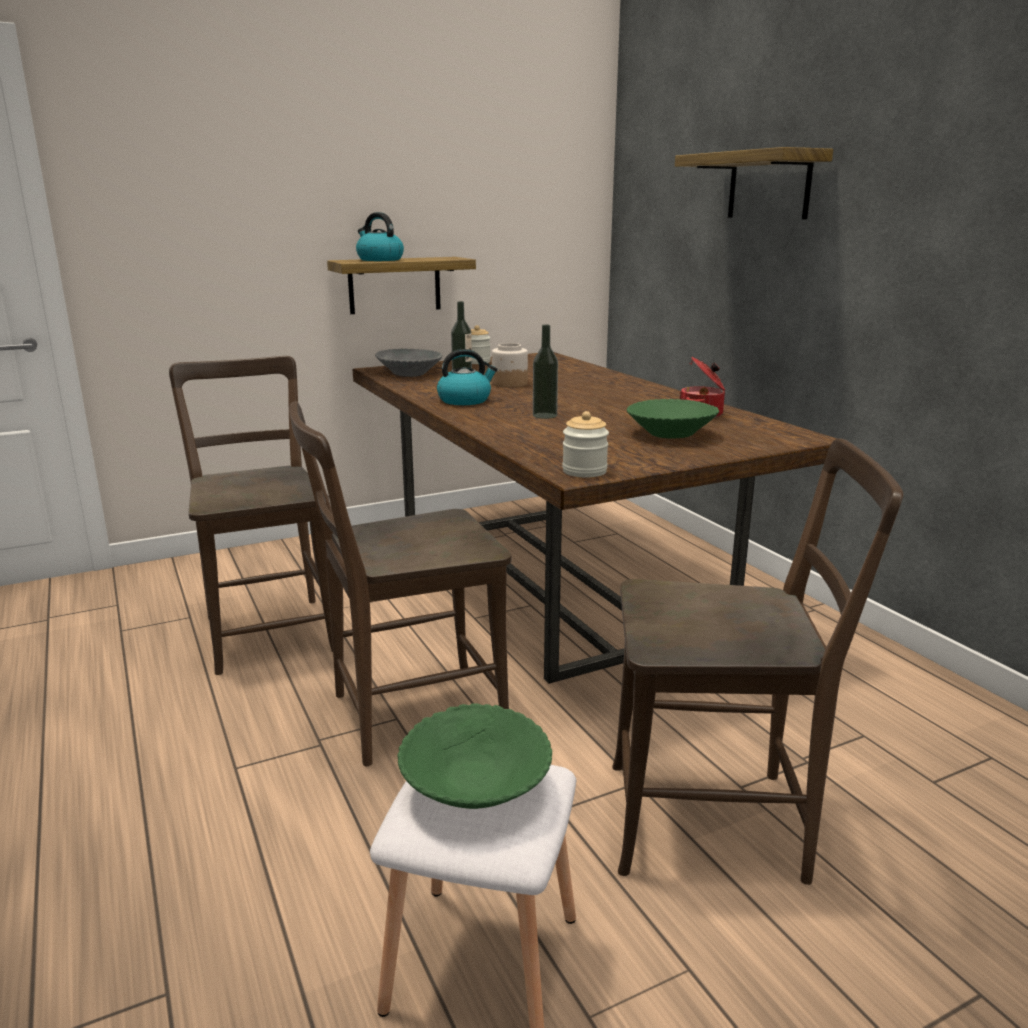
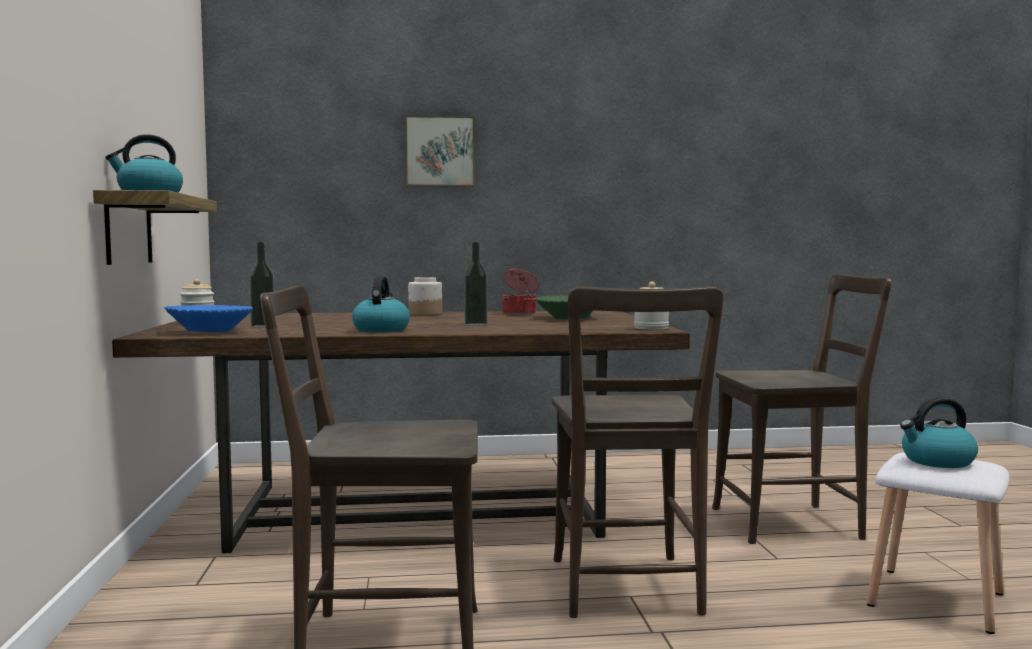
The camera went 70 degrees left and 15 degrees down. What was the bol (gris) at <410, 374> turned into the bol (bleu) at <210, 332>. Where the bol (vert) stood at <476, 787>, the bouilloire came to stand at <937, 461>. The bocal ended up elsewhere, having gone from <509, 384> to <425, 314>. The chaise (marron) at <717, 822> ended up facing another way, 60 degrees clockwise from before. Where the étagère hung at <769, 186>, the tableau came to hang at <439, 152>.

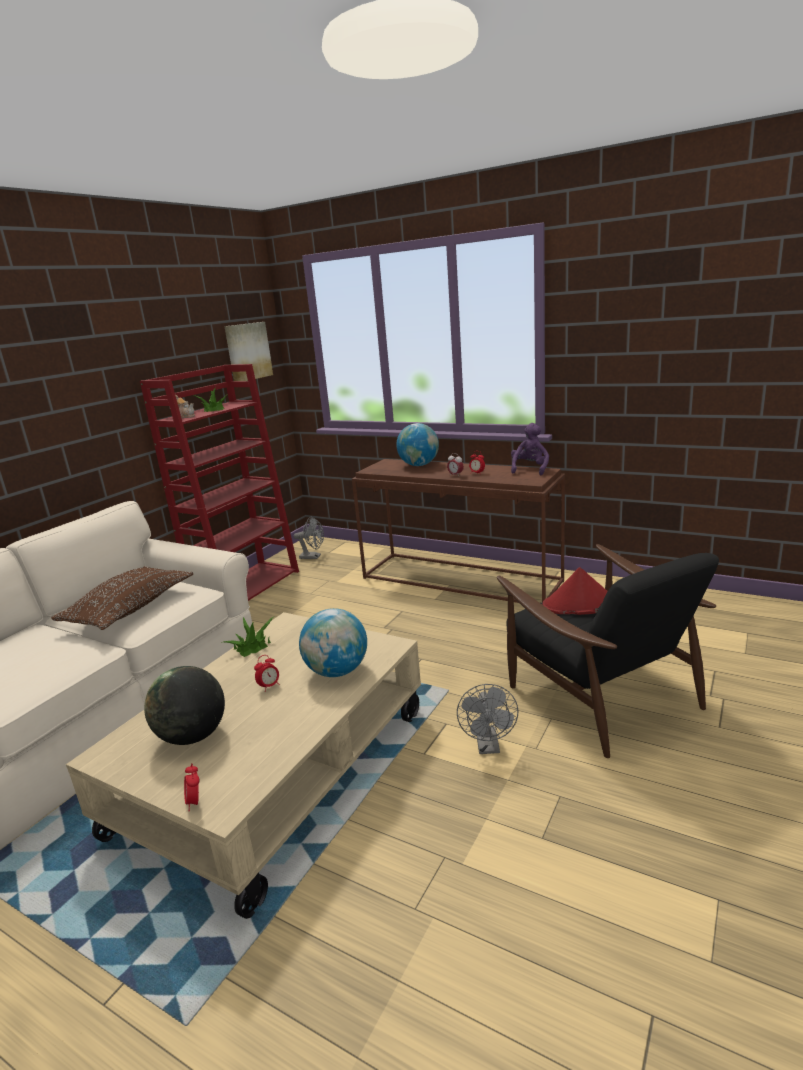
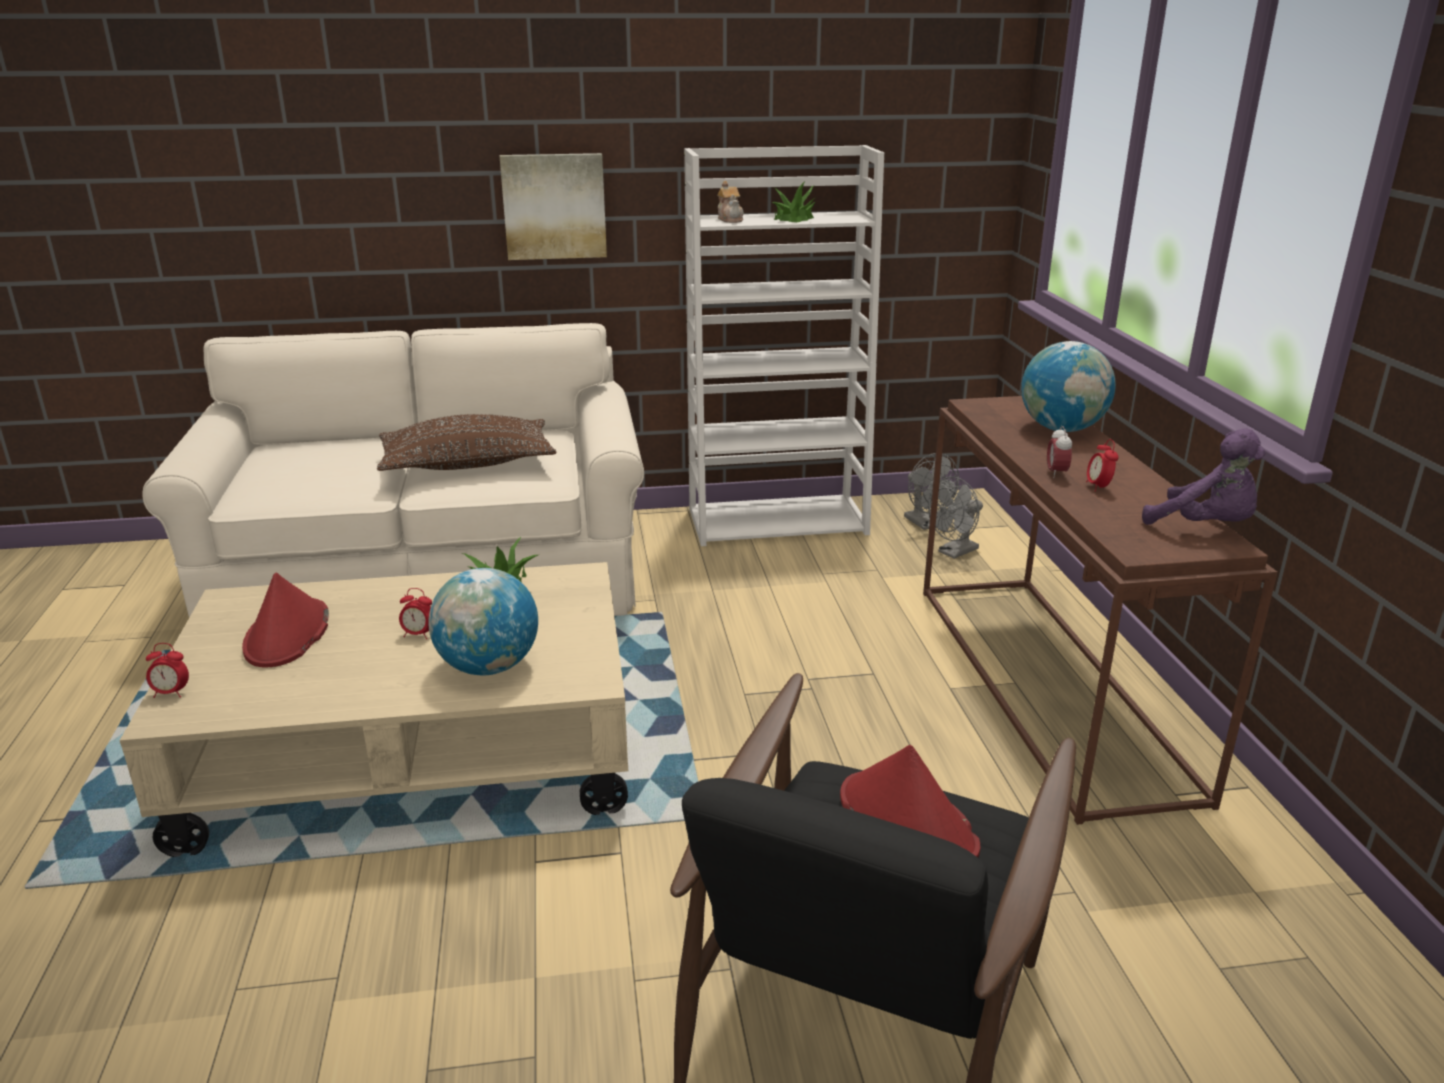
The camera went 50 degrees right and 5 degrees up. What was the bibliothèque (rouge) at <247, 587> turned into the bibliothèque (blanc) at <778, 520>. Where the globe stood at <193, 736>, the chapeau (rouge) came to stand at <287, 634>. The réveil at <195, 802> ended up facing another way, 120 degrees counterclockwise from before. The tableau ended up elsewhere, having gone from <248, 351> to <554, 206>. The ventilateur (gris) ended up elsewhere, having gone from <488, 747> to <954, 552>. The peluche (violet) at <530, 469> ended up facing another way, 60 degrees clockwise from before.

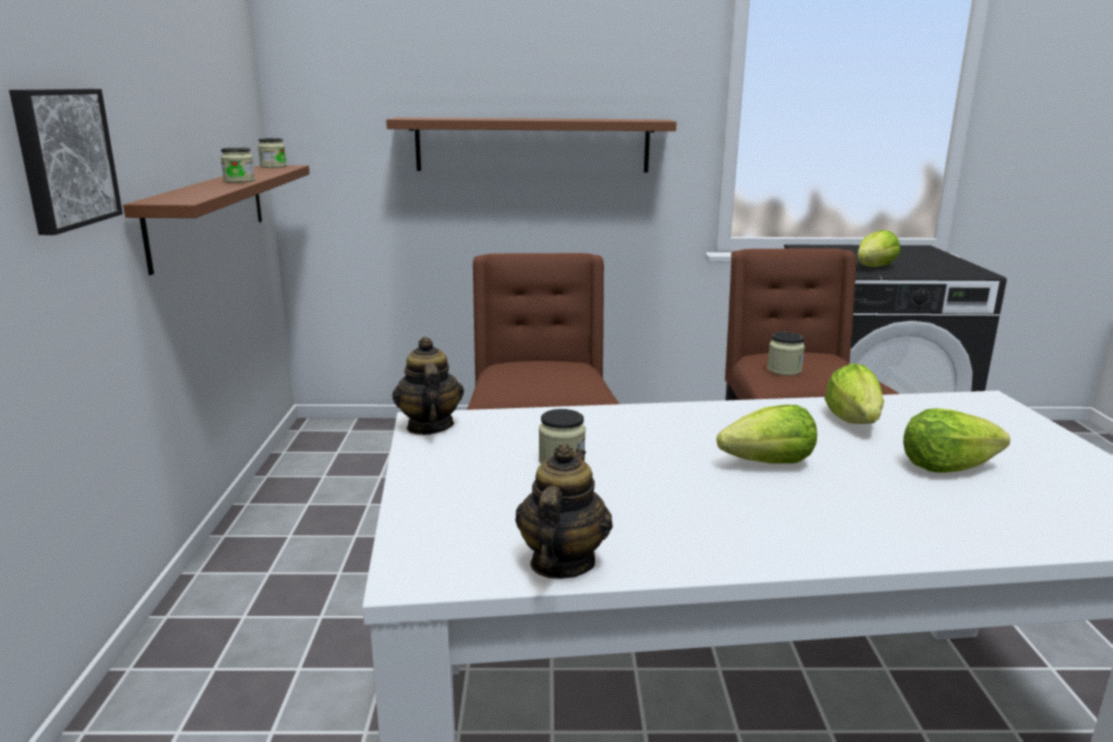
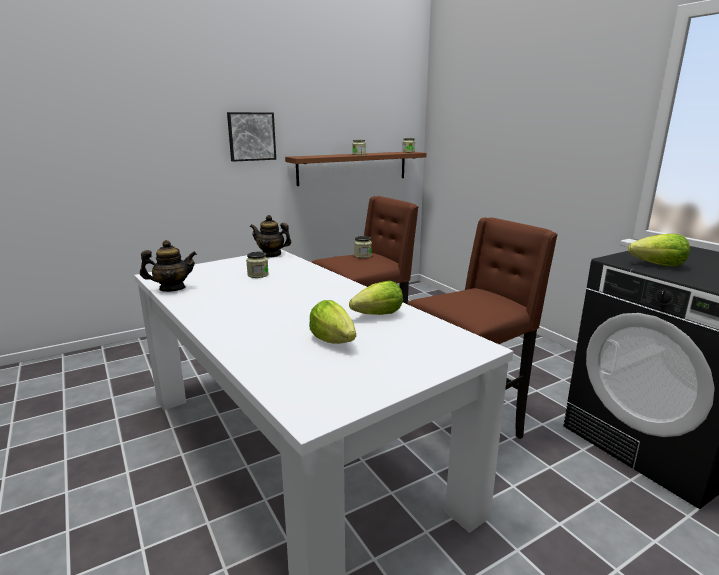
The camera went 60 degrees right and 0 degrees up. The second view lost the étagère (marron) at <532, 145>. The théière at <429, 426> ended up facing another way, 120 degrees counterclockwise from before. The second view lost the laitue at <769, 463>. The bocal ended up elsewhere, having gone from <784, 370> to <362, 256>.

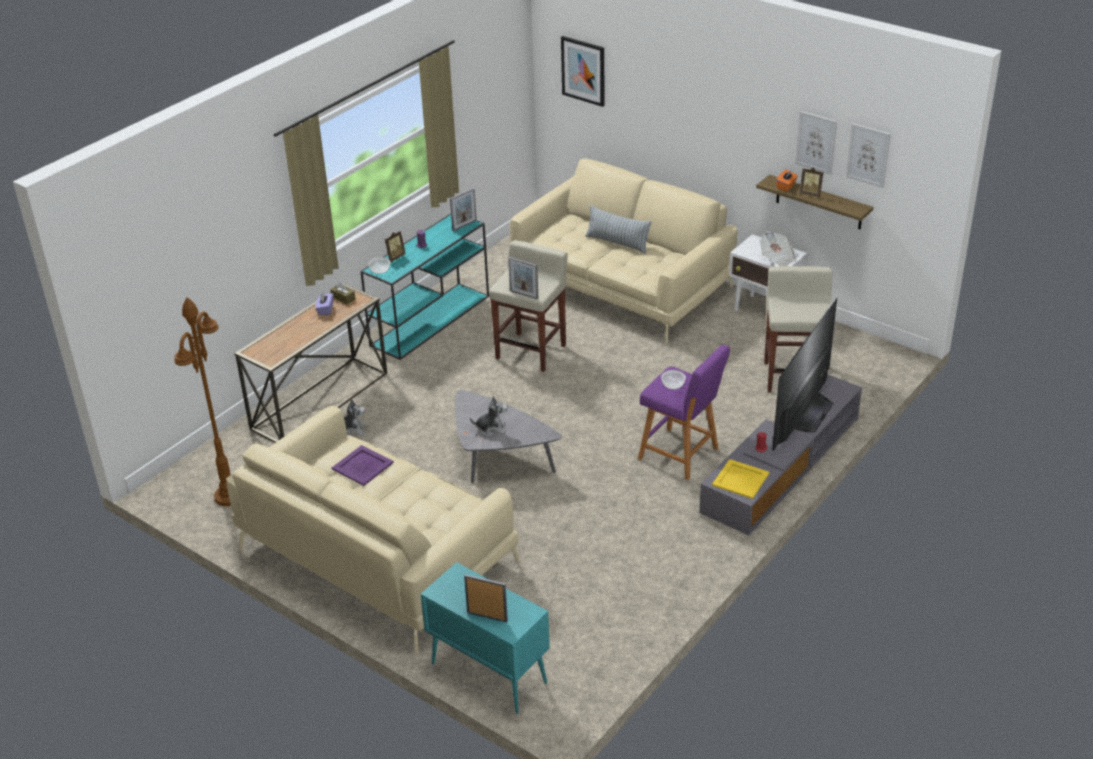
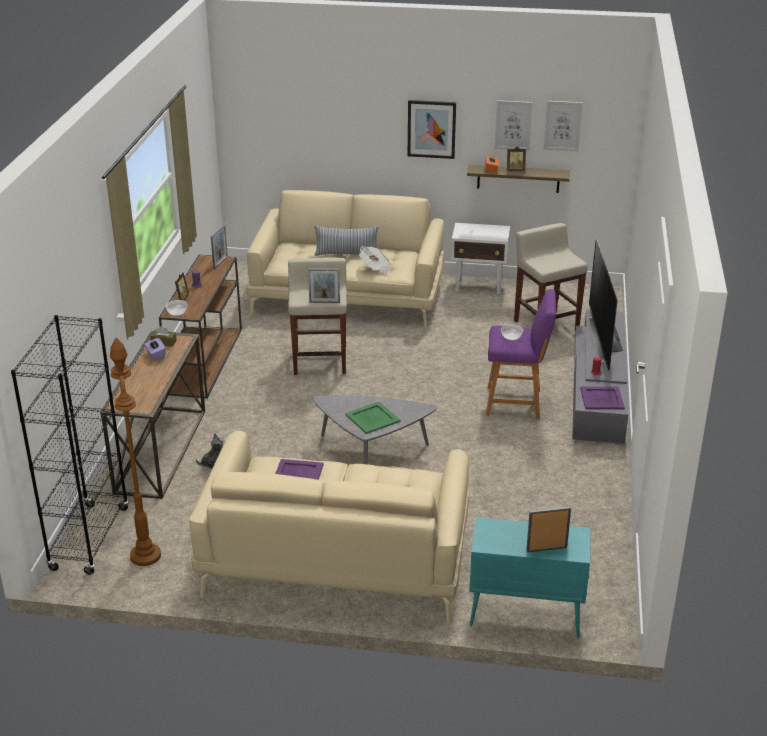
The camera went 30 degrees left and 5 degrees down. What was the table console (turquoise) at <431, 320> turned into the table console (marron) at <206, 360>. Where the peluche stood at <491, 429>, the plateau (vert) came to stand at <372, 418>. The tableau ended up elsewhere, having gone from <583, 70> to <431, 129>. What was the plateau (jaune) at <741, 479> turned into the plateau (violet) at <602, 398>. The journal ended up elsewhere, having gone from <777, 258> to <375, 268>. The second view gained the bibliothèque (noir) at <90, 539>.

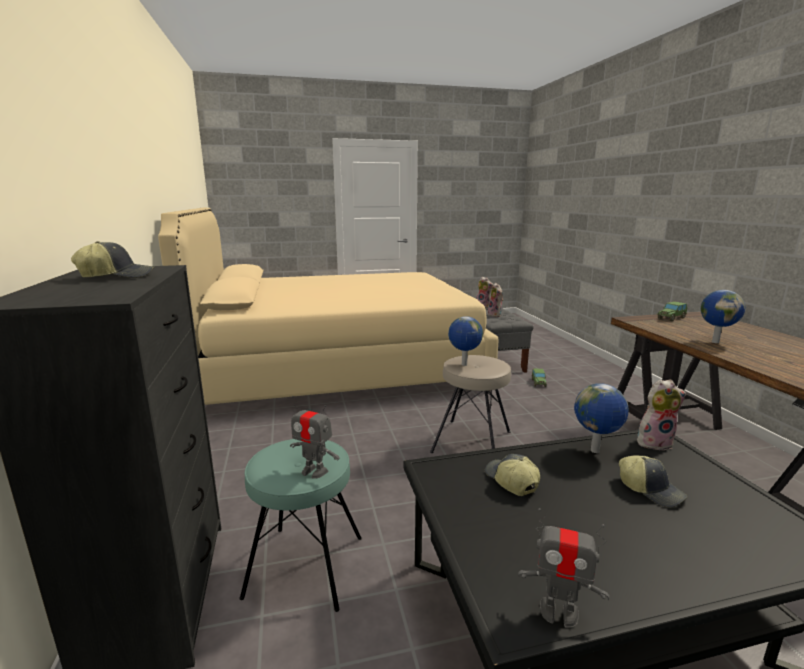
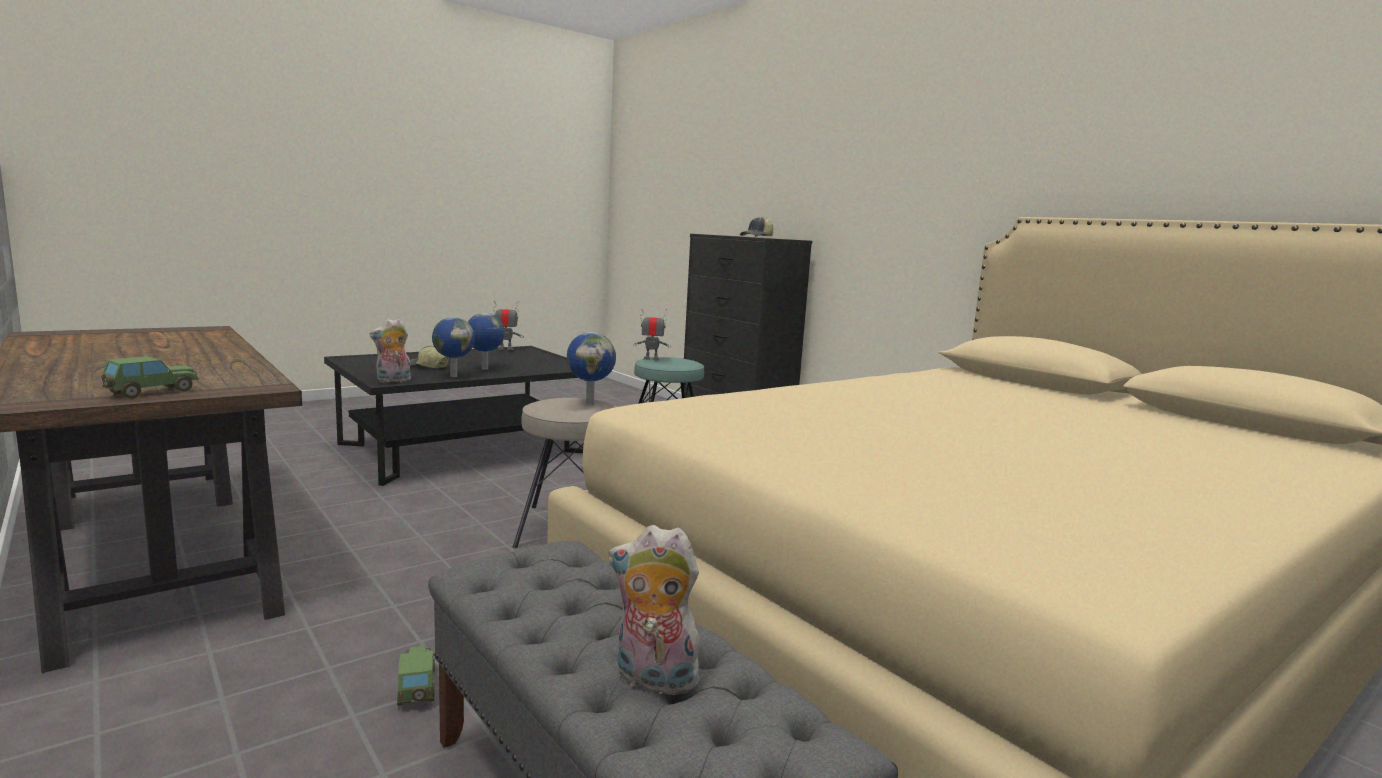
The camera went 155 degrees right and 5 degrees down. The second view lost the casquette at <510, 481>. The second view lost the peluche at <495, 315>. The globe ended up elsewhere, having gone from <715, 342> to <484, 369>.

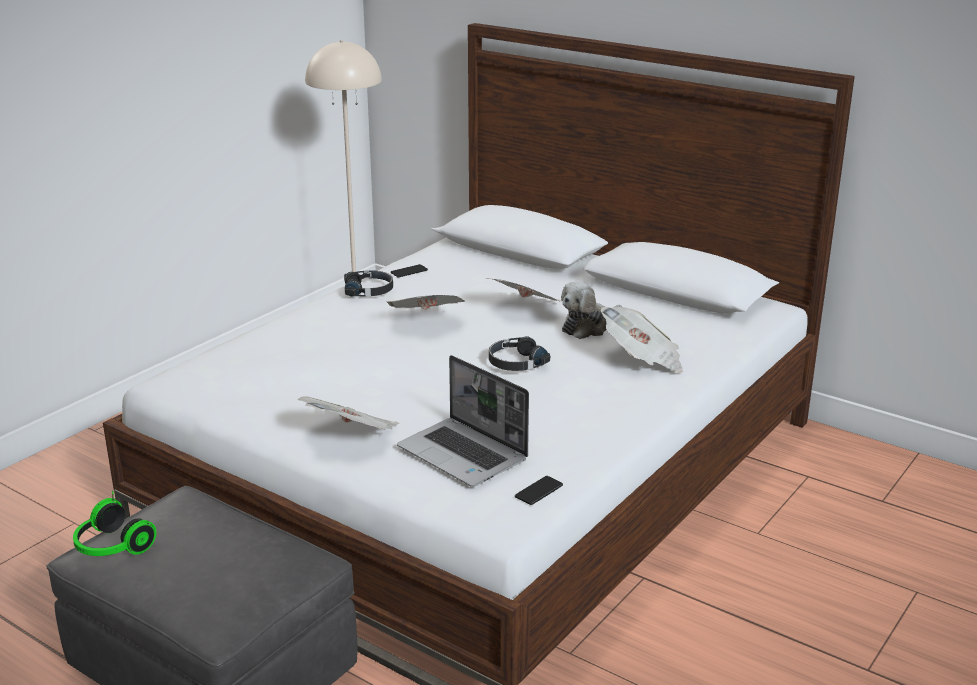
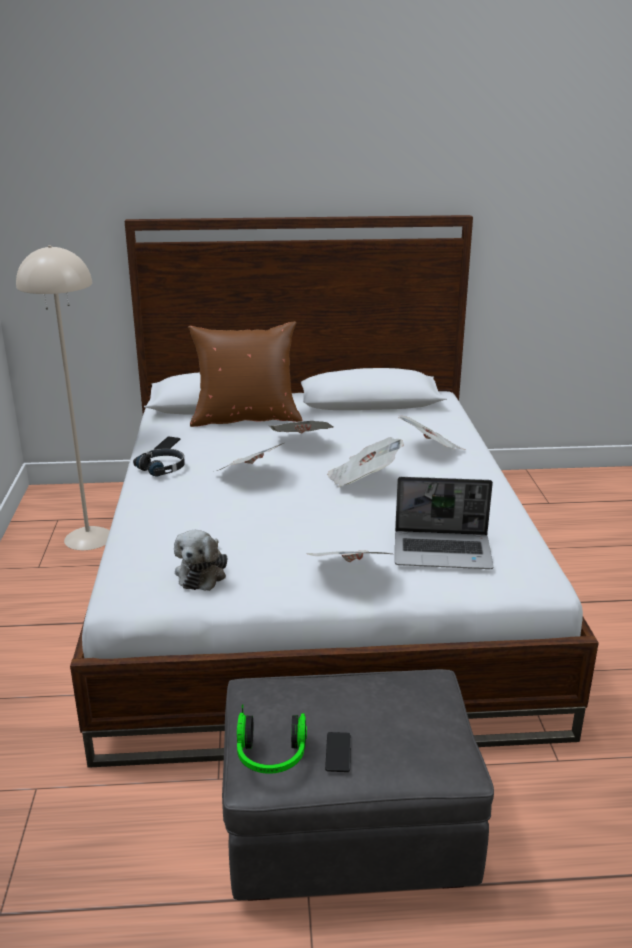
The camera went 40 degrees left and 0 degrees up. Where the casque audio (noir) stood at <516, 363>, the journal came to stand at <363, 480>. The téléphone ended up elsewhere, having gone from <539, 491> to <338, 752>. The peluche ended up elsewhere, having gone from <588, 327> to <202, 573>. The second view gained the coussin (marron) at <246, 418>.

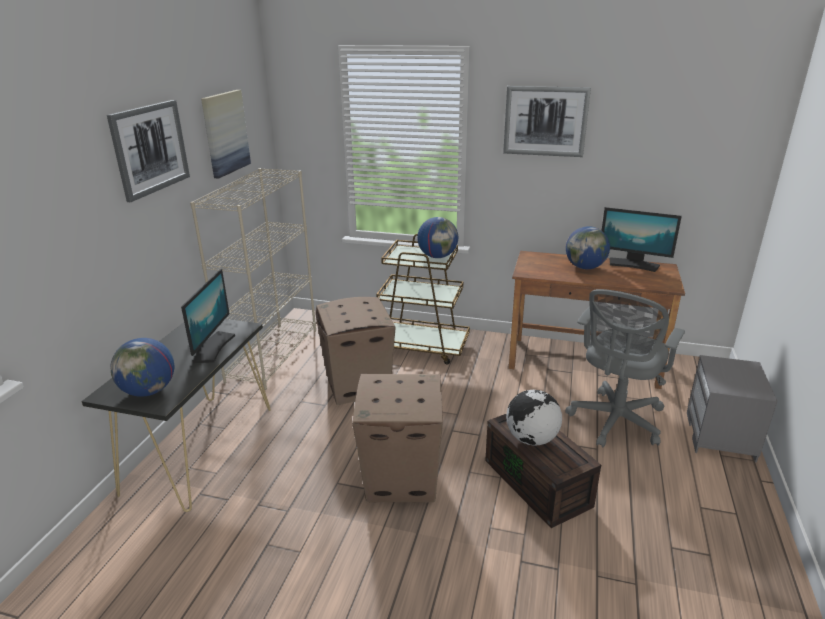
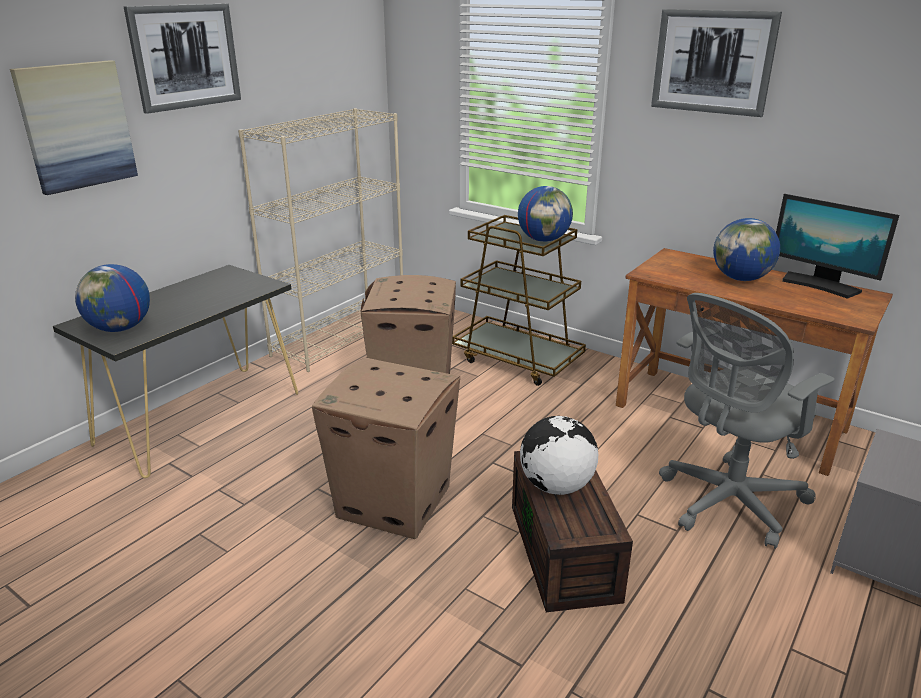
The camera went 20 degrees right and 0 degrees up. The second view lost the écran d'ordinateur at <212, 347>. The tableau ended up elsewhere, having gone from <225, 133> to <76, 126>.

